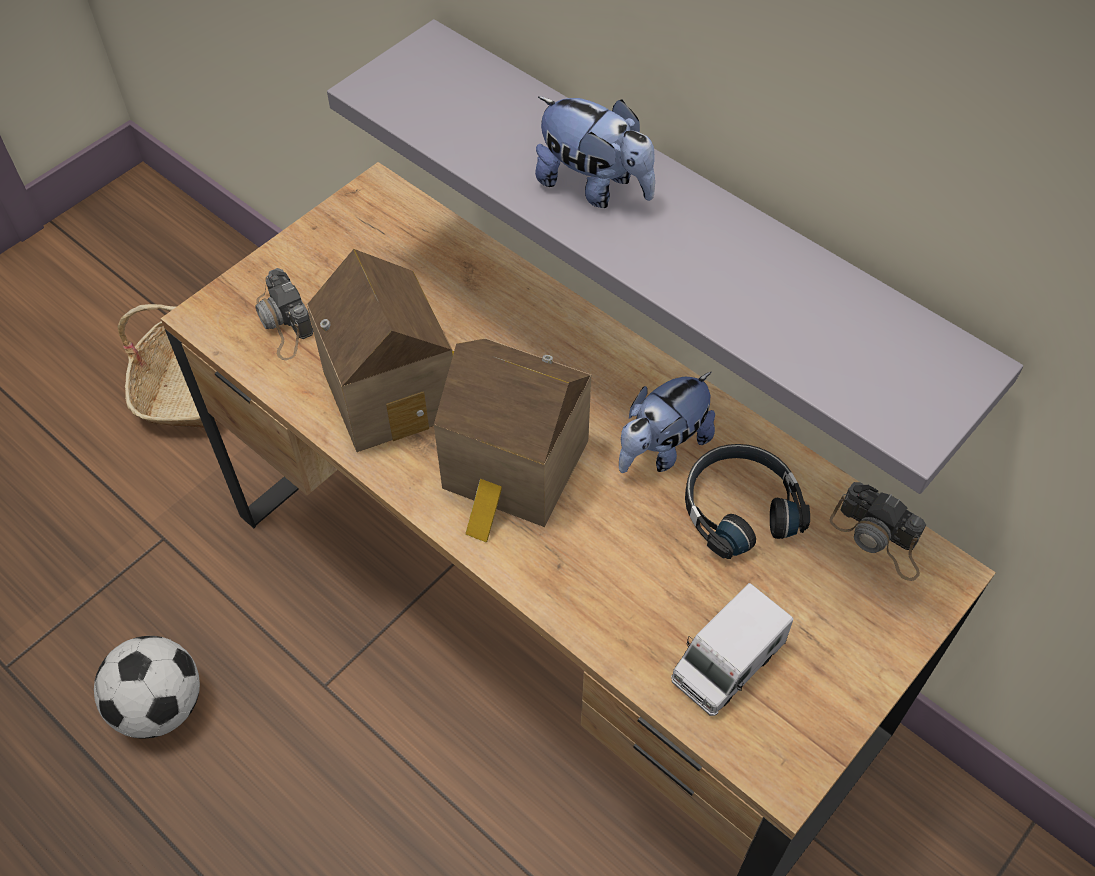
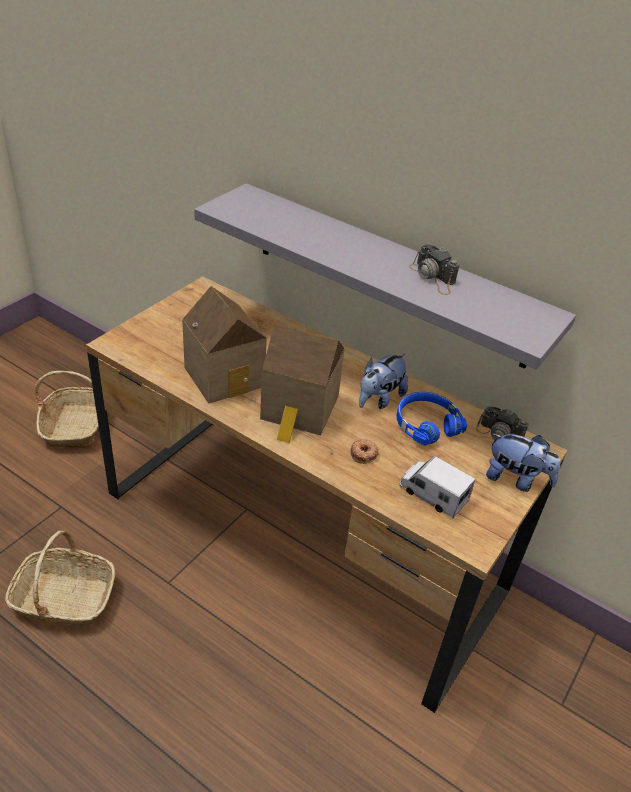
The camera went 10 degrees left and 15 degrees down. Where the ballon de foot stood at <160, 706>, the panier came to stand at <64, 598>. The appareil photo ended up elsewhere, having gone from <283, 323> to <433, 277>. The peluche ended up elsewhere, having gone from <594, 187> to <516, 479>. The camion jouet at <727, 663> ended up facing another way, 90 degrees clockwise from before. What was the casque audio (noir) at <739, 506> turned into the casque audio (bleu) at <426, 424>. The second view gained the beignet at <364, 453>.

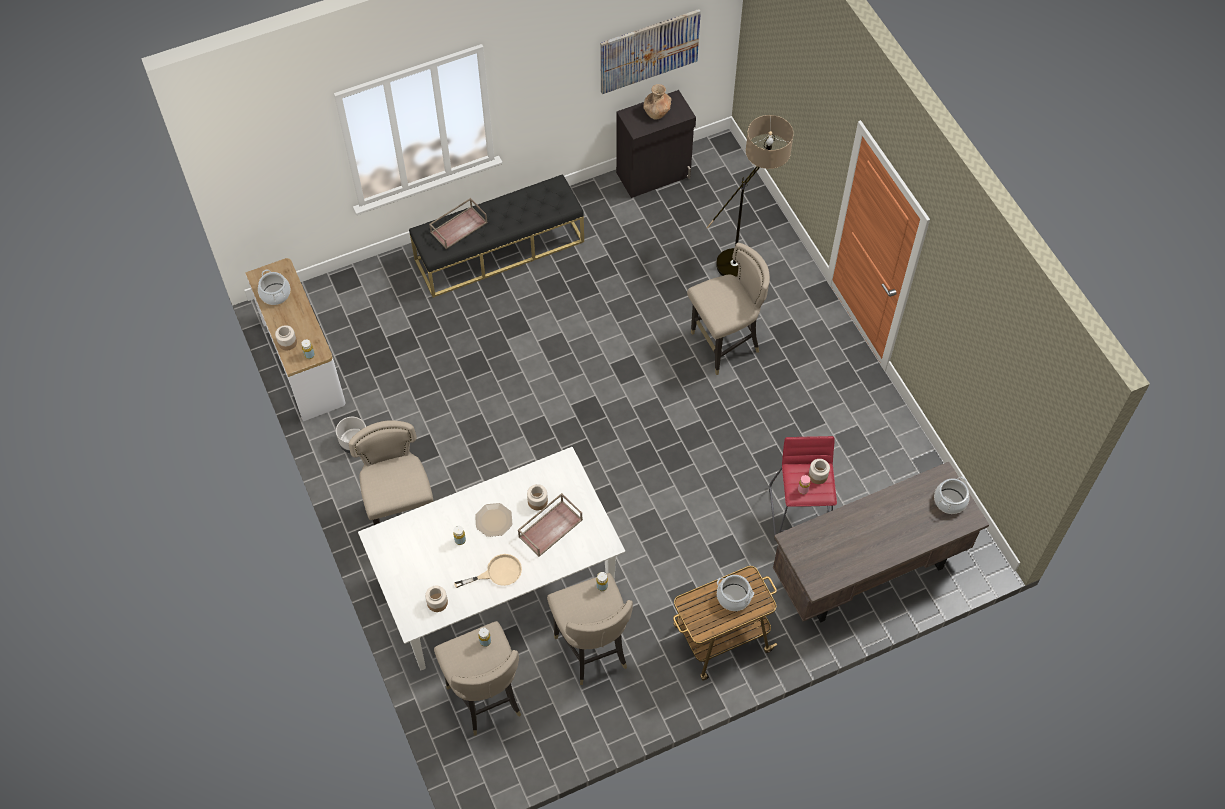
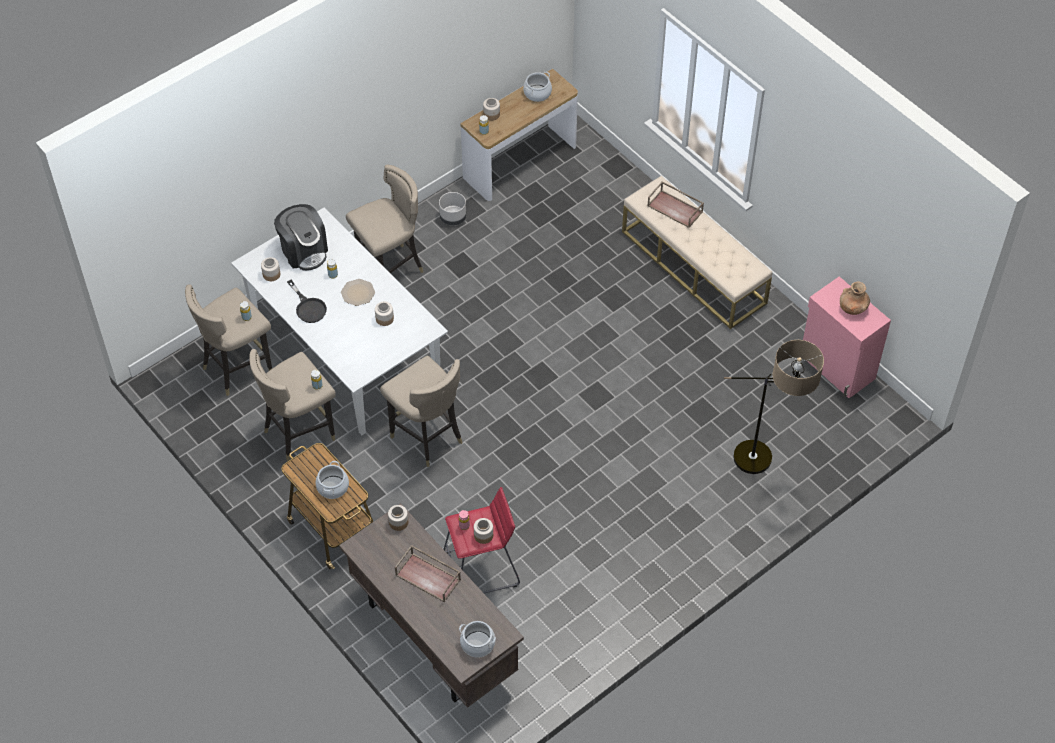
The camera went 75 degrees right and 5 degrees down. What was the banc (noir) at <499, 250> turned into the banc (beige) at <694, 267>. What was the poêle (beige) at <497, 573> turned into the poêle (noir) at <308, 307>. The plateau (marron) ended up elsewhere, having gone from <550, 527> to <429, 577>. The second view lost the tableau at <649, 51>. What was the meuble de rangement (noir) at <654, 175> turned into the meuble de rangement (rose) at <836, 367>. The tabouret (beige) ended up elsewhere, having gone from <724, 345> to <427, 437>. The second view gained the machine à café at <304, 251>. The second view gained the bocal at <398, 522>.

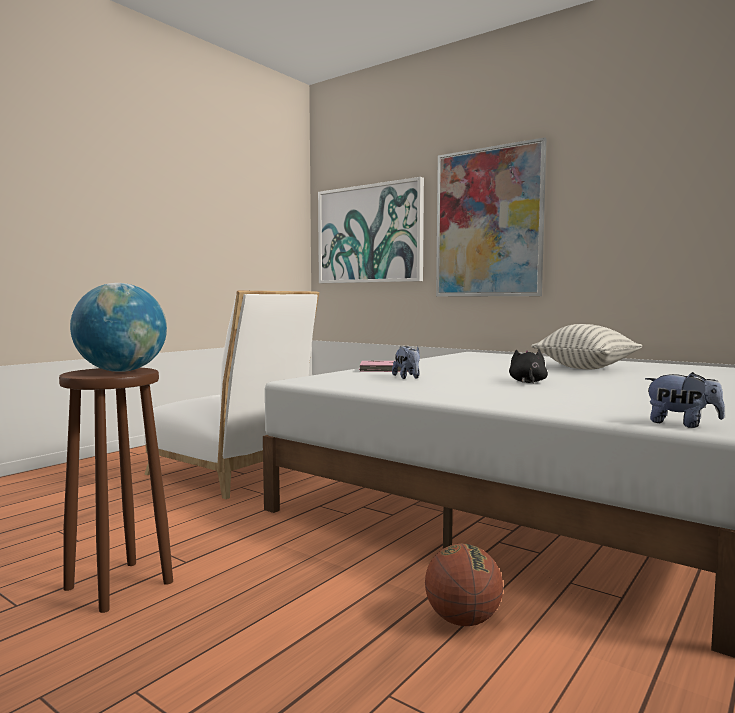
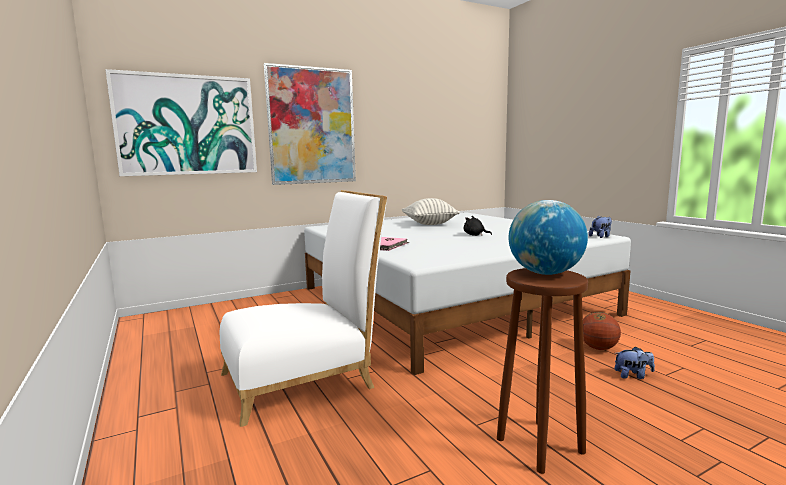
The camera went 65 degrees left and 5 degrees up. The peluche ended up elsewhere, having gone from <407, 378> to <633, 375>.

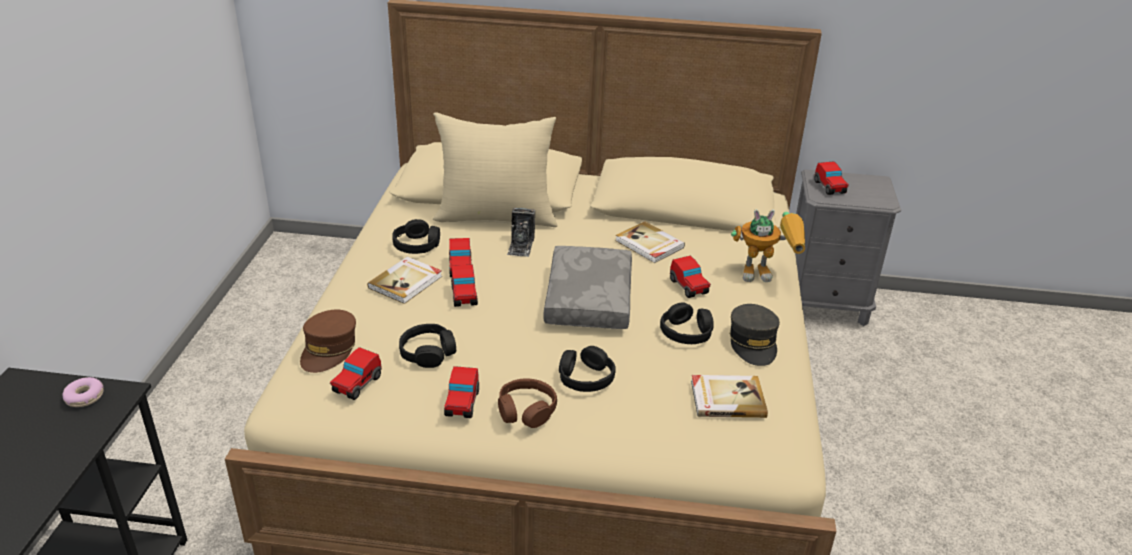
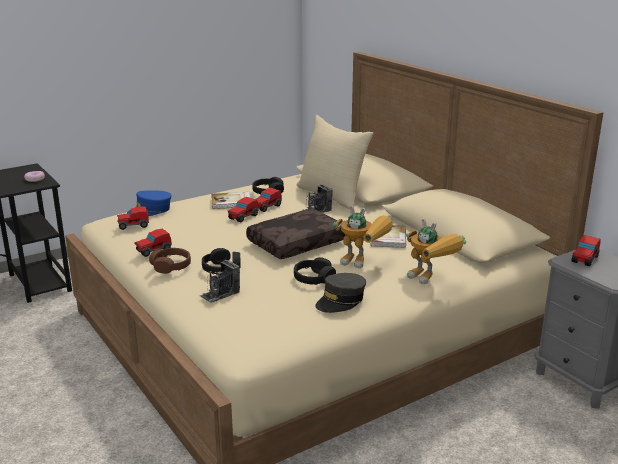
The camera went 50 degrees right and 10 degrees down. What was the casquette (marron) at <329, 349> turned into the casquette (bleu) at <150, 210>. The second view lost the casque audio (noir) at <428, 352>. What was the coussin (gris) at <586, 298> turned into the coussin (marron) at <297, 243>. Where the petite voiture stood at <688, 287>, the robot jouet came to stand at <364, 263>. The second view lost the livre at <727, 398>. The second view gained the appareil photo at <220, 294>.

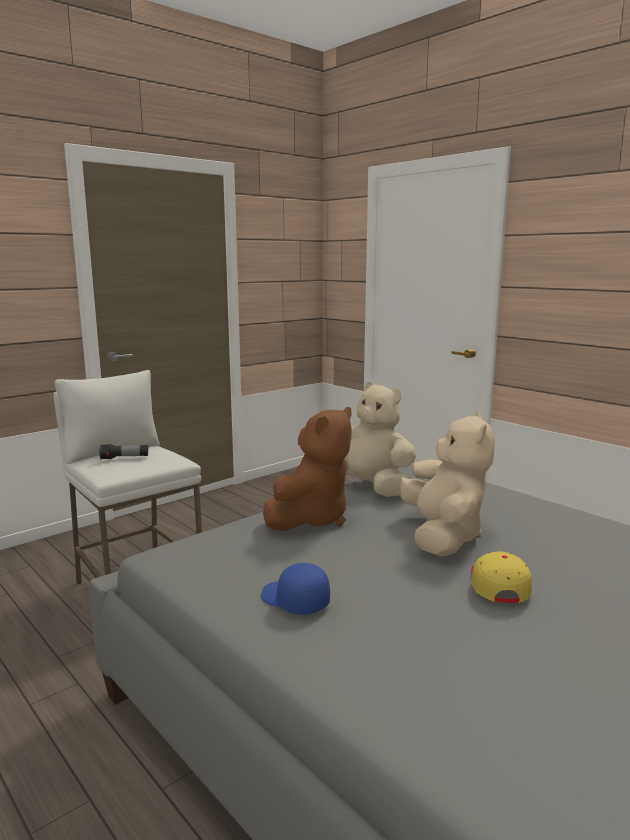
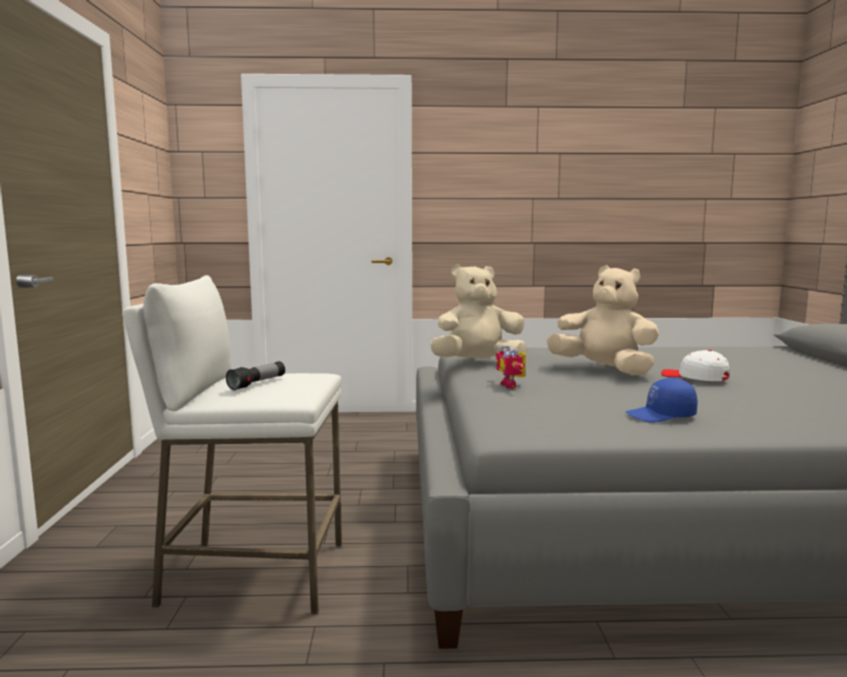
The camera went 50 degrees left and 5 degrees down. Where the peluche (marron) stood at <311, 518>, the robot jouet came to stand at <512, 385>. What was the casquette (jaune) at <498, 585> turned into the casquette (blanc) at <694, 377>.

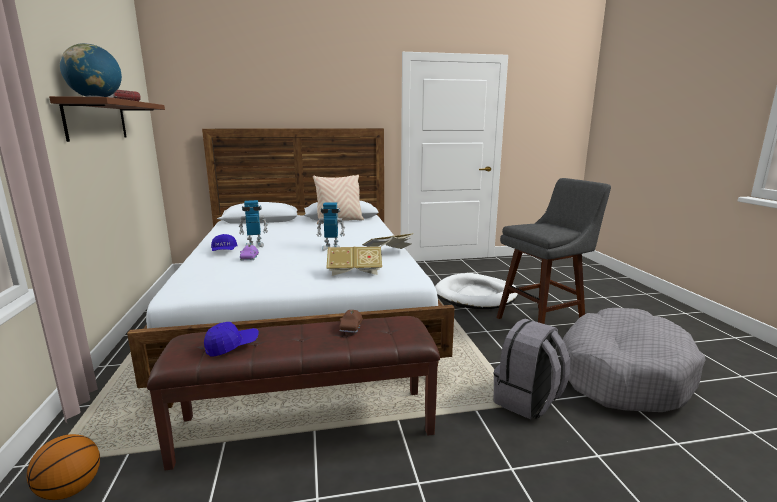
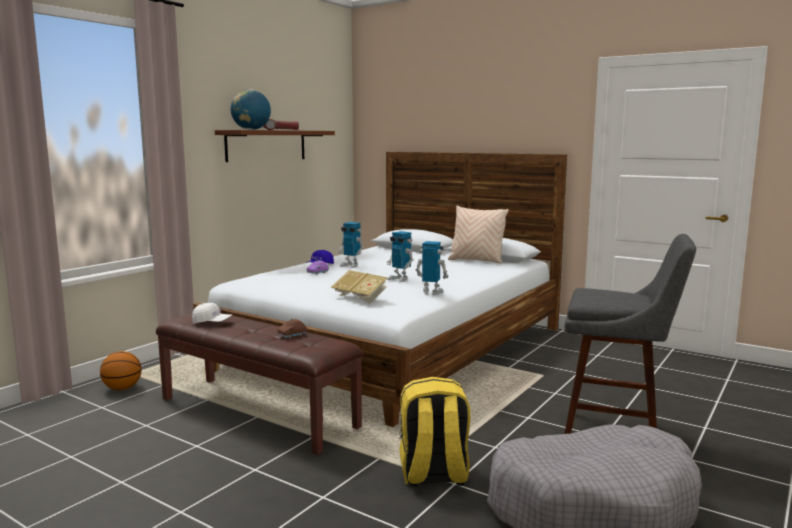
The camera went 45 degrees right and 5 degrees down. What was the casquette (bleu) at <232, 346> turned into the casquette (blanc) at <212, 322>. Where the livre stood at <388, 253>, the robot jouet came to stand at <431, 293>. The second view lost the panier pour chien (blanc) at <476, 295>. What was the sac à dos (gris) at <527, 401> turned into the sac à dos (jaune) at <433, 475>.

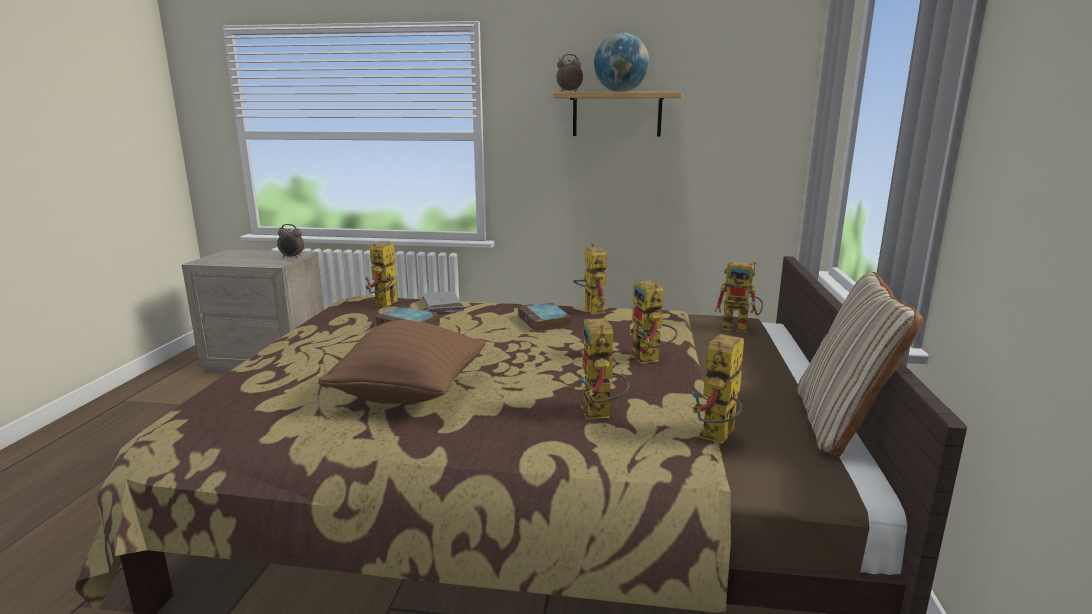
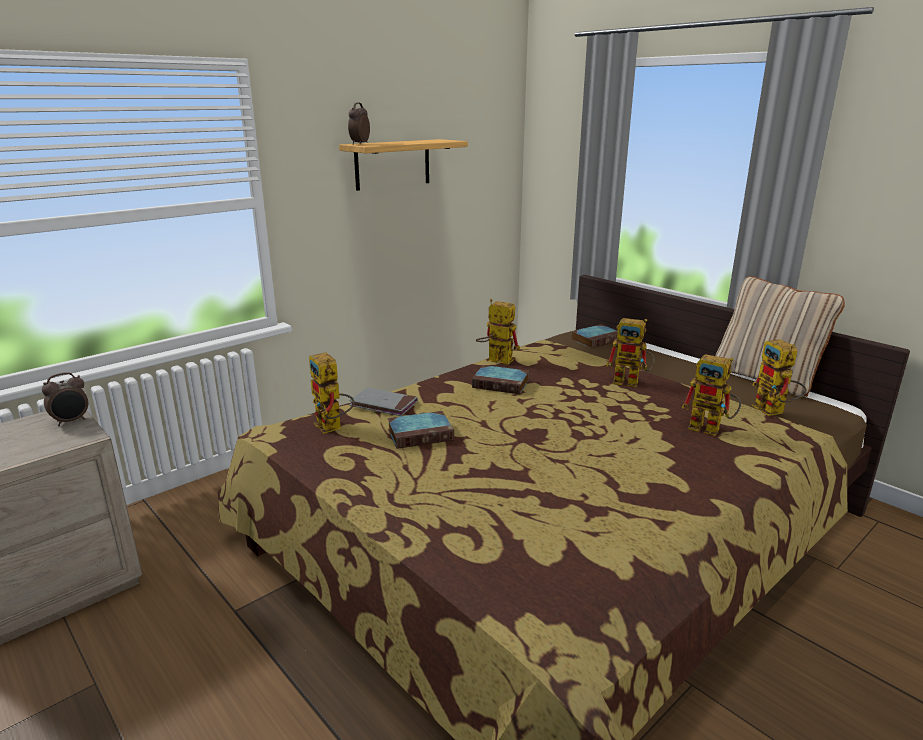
The camera went 50 degrees left and 5 degrees up. The second view lost the coussin (marron) at <410, 394>. The second view lost the globe at <620, 91>. Where the robot jouet stood at <740, 328>, the livre came to stand at <596, 339>.

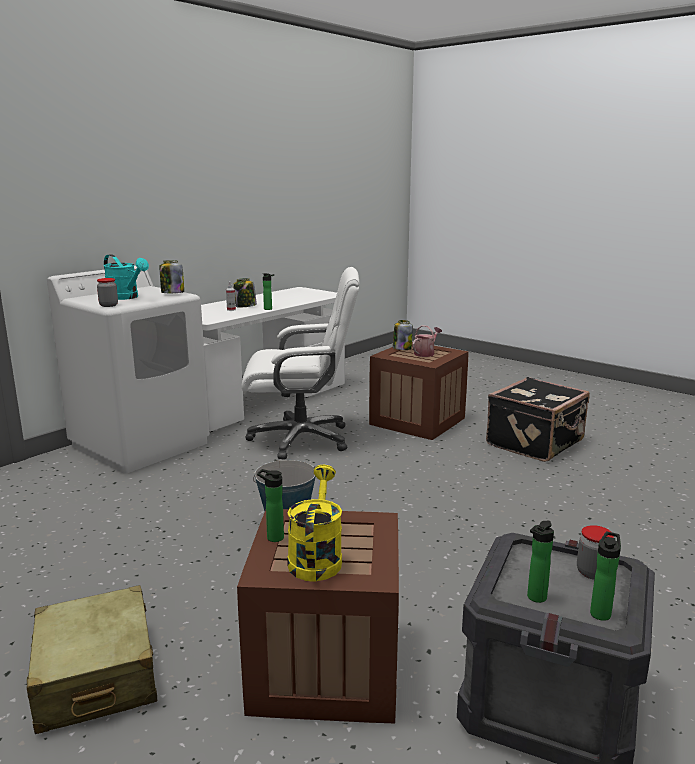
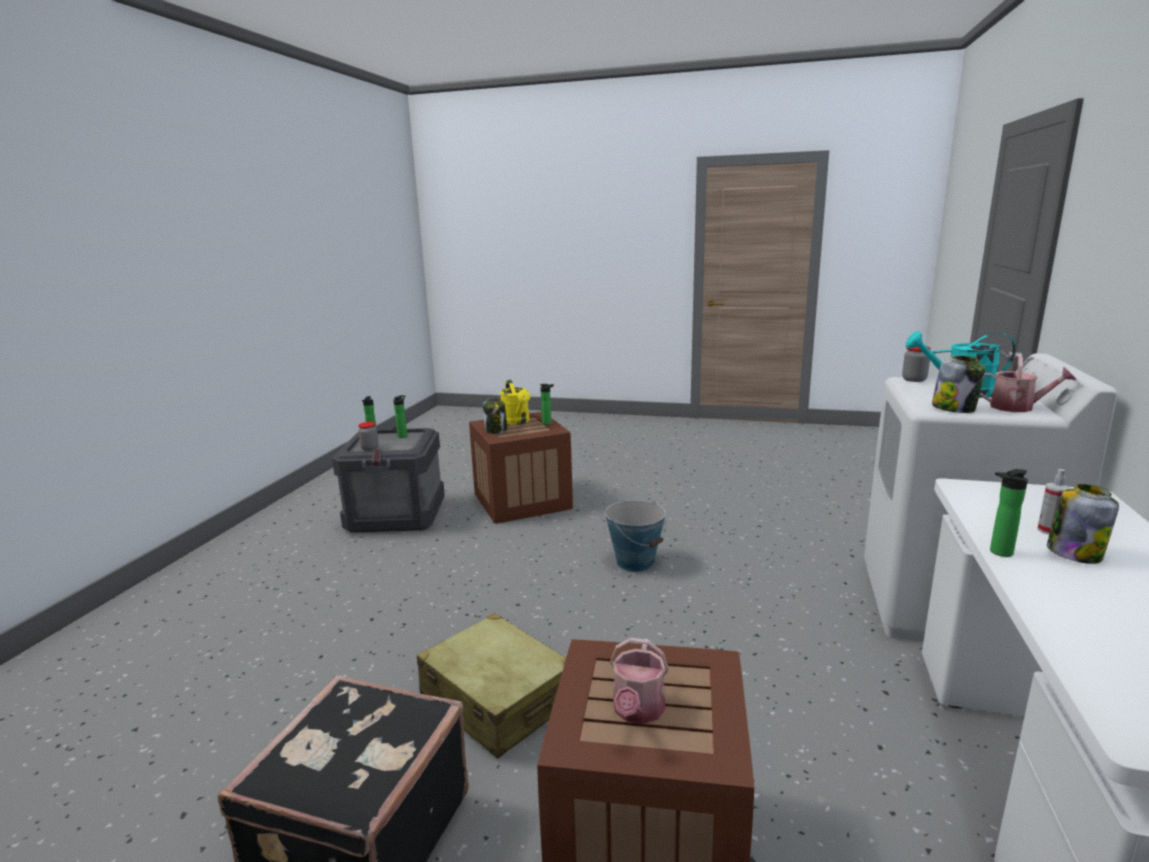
The camera went 155 degrees right and 0 degrees up. The valise (beige) ended up elsewhere, having gone from <96, 676> to <497, 700>. The second view lost the chaise de bureau (blanc) at <302, 439>. The bocal ended up elsewhere, having gone from <402, 348> to <496, 430>. The second view gained the arrosoir at <1018, 407>.

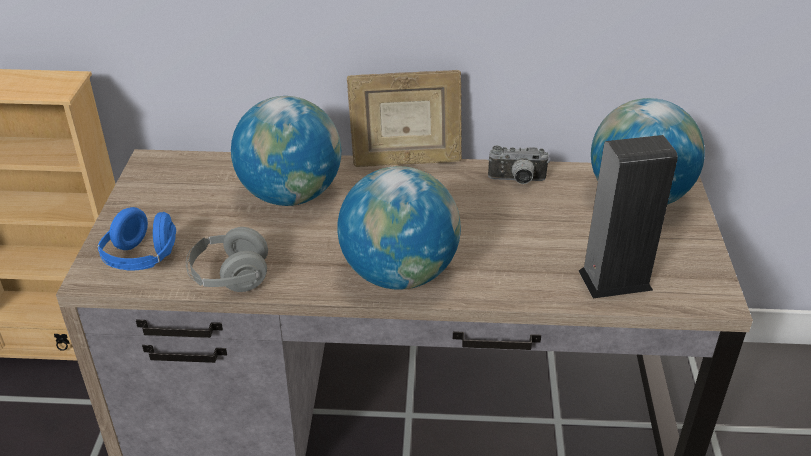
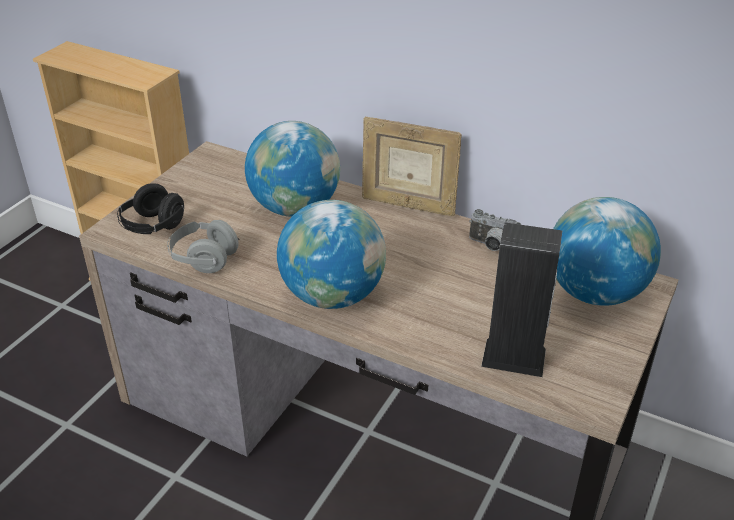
The camera went 25 degrees right and 0 degrees up. What was the casque audio (bleu) at <142, 259> turned into the casque audio (noir) at <153, 226>.

